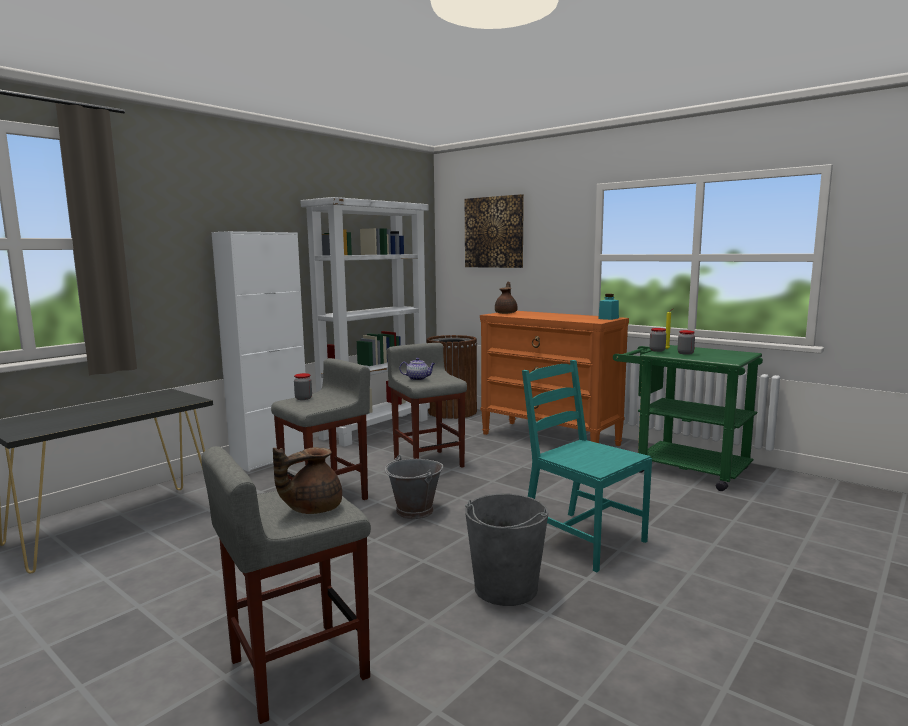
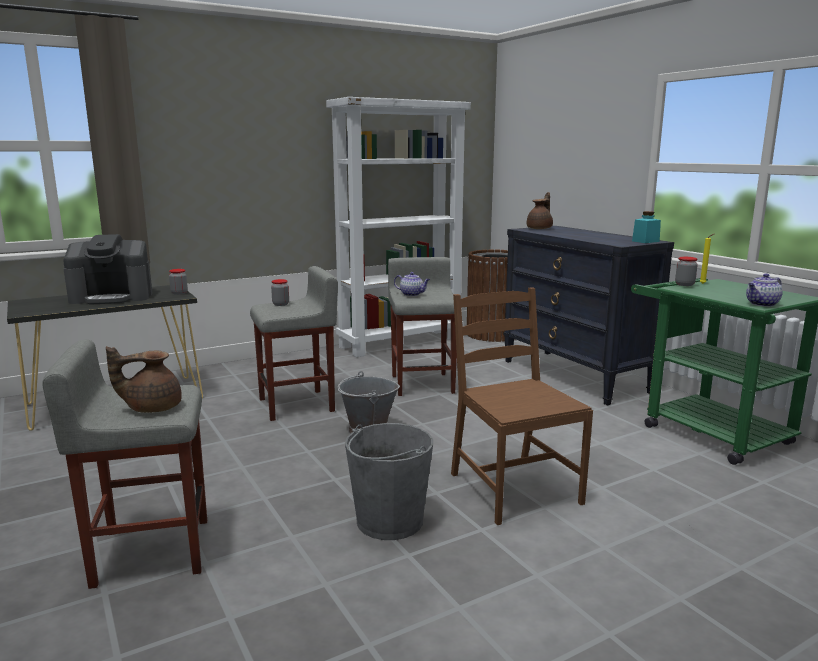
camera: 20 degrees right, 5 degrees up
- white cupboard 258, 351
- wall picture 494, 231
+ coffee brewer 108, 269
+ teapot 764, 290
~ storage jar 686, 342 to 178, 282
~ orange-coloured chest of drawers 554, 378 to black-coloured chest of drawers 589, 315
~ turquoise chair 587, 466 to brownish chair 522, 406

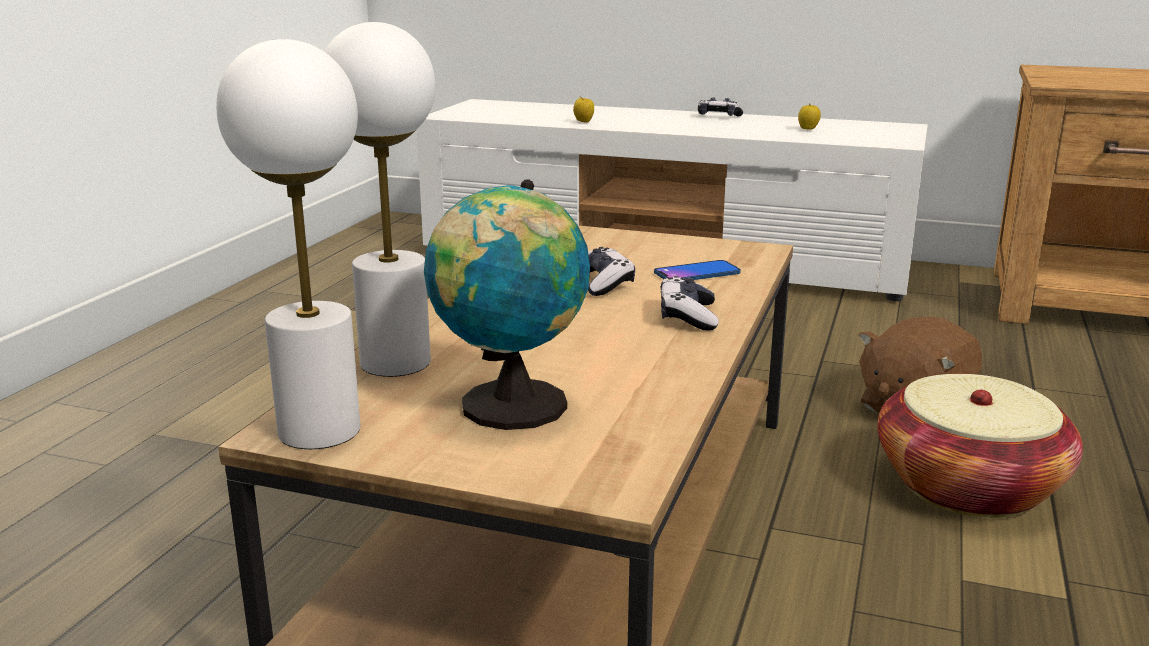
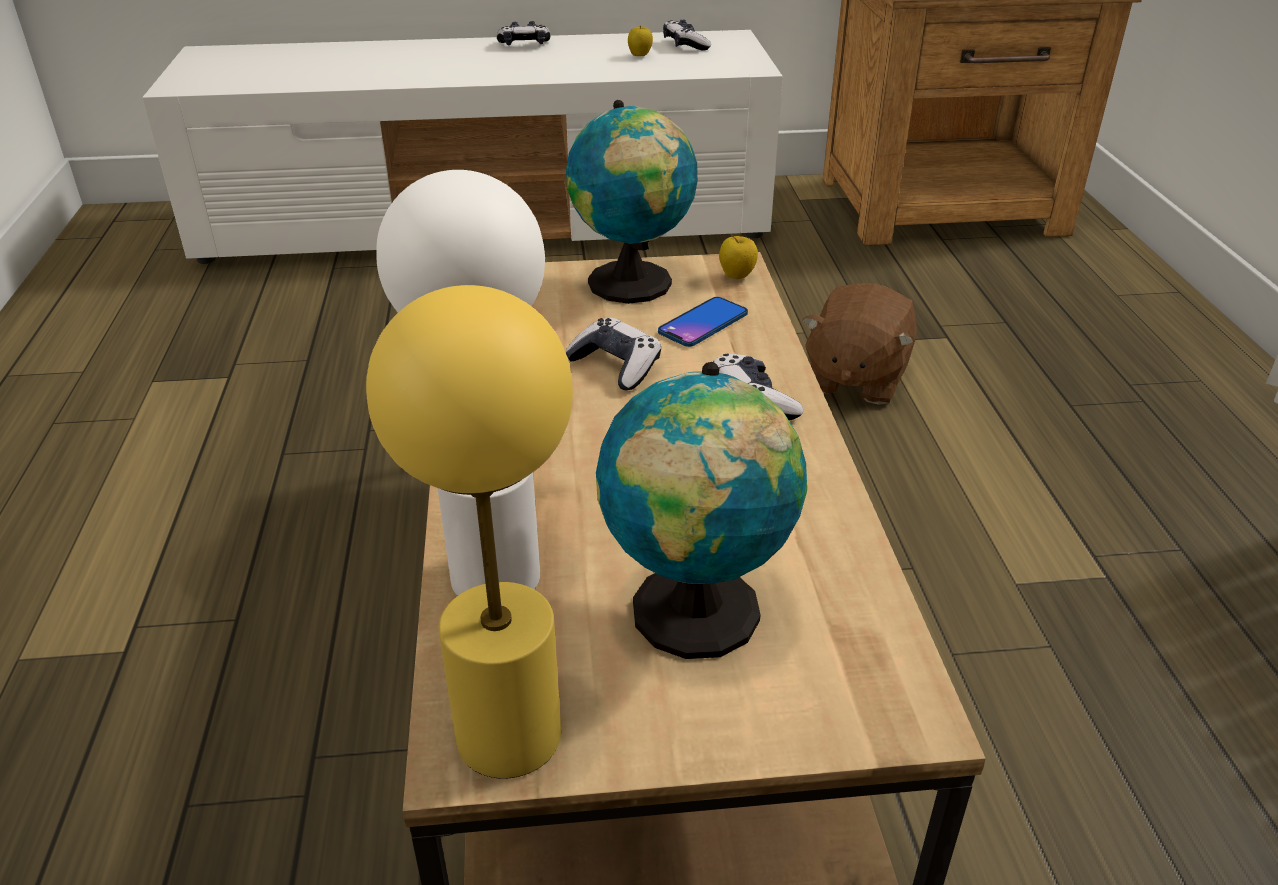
camera: 25 degrees left, 15 degrees up
- household basket 980, 446
+ desk globe 632, 202
+ gamepad 687, 35
~ apple 583, 109 to 738, 256
~ white table lamp 288, 244 to yellow table lamp 469, 532

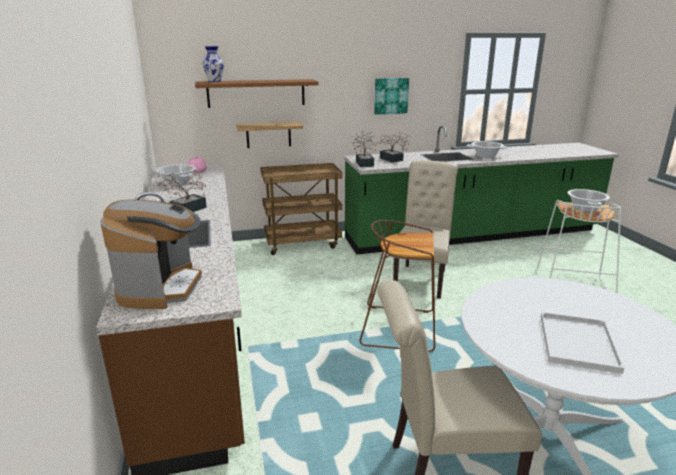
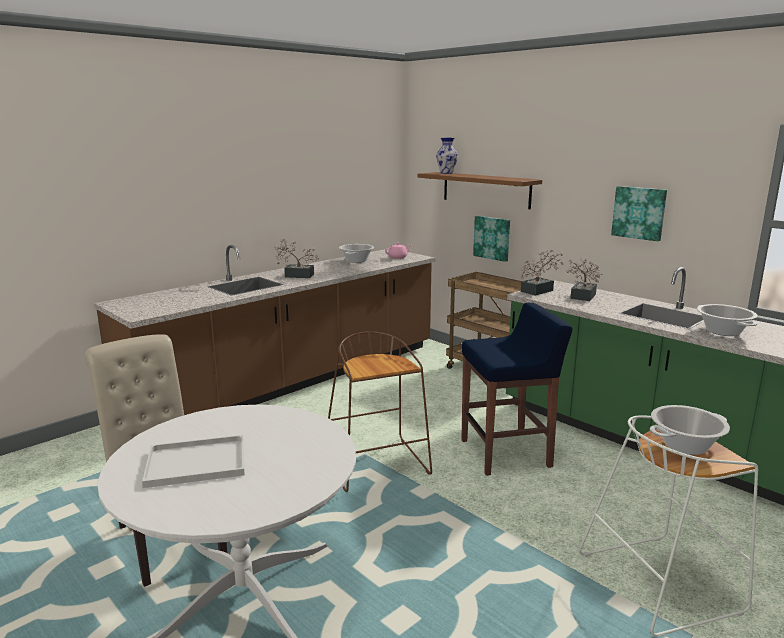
camera: 60 degrees right, 5 degrees down
- coffee brewer 151, 254
~ wall shelf 269, 135 to wall picture 491, 239
~ beige chair 424, 229 to blue stool seat 517, 389

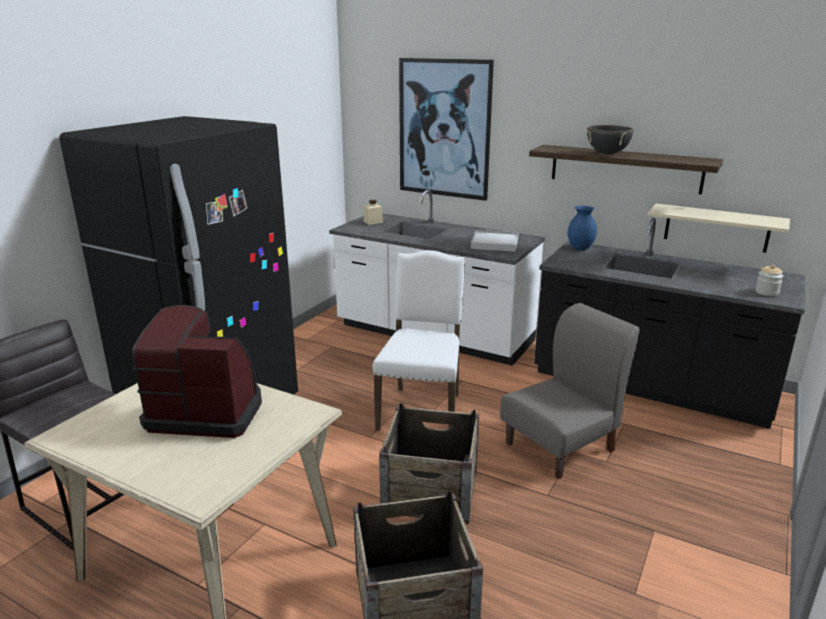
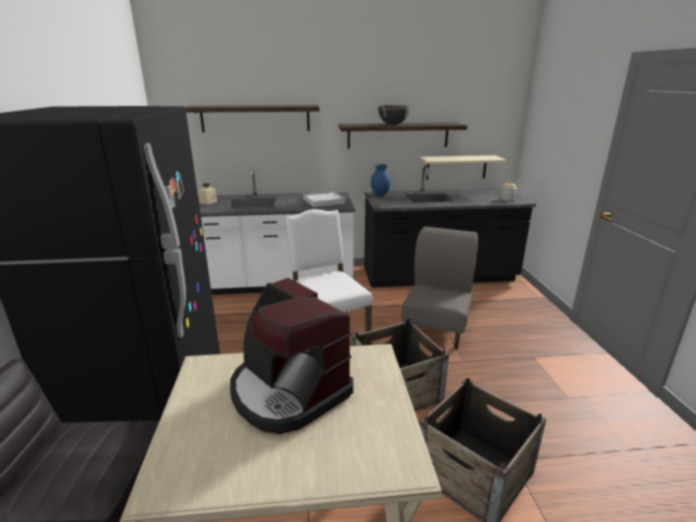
camera: 35 degrees left, 0 degrees up
~ wall picture 446, 129 to wall shelf 252, 118
~ coffee brewer 197, 371 = 291, 356 105 degrees counterclockwise

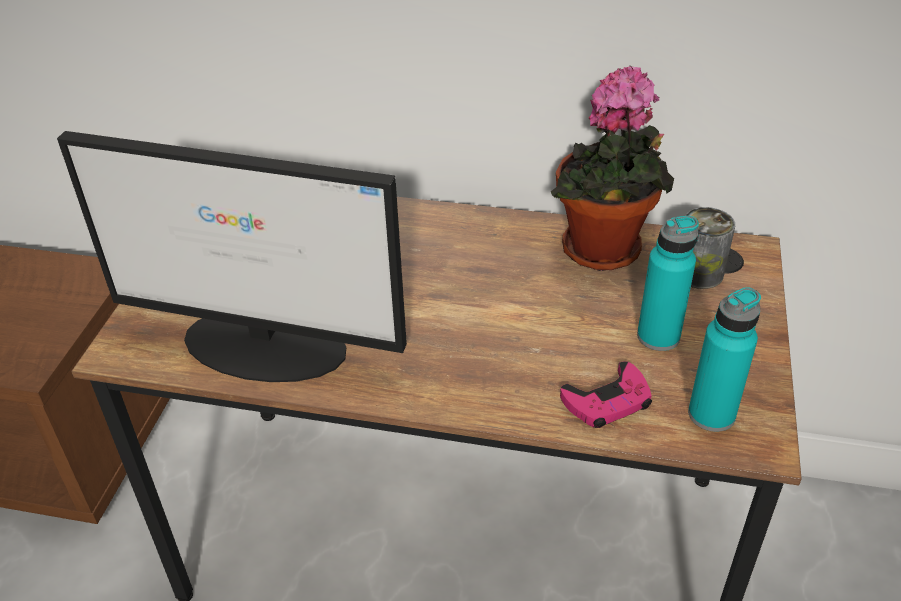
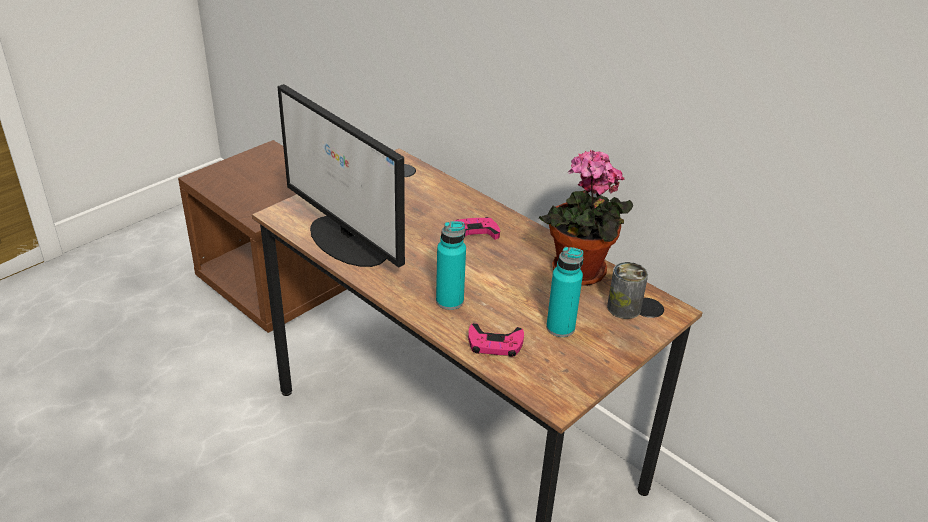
camera: 30 degrees right, 5 degrees down
+ pink-coloured gamepad 477, 228
~ turquoise beverage bottle 724, 359 to 451, 265

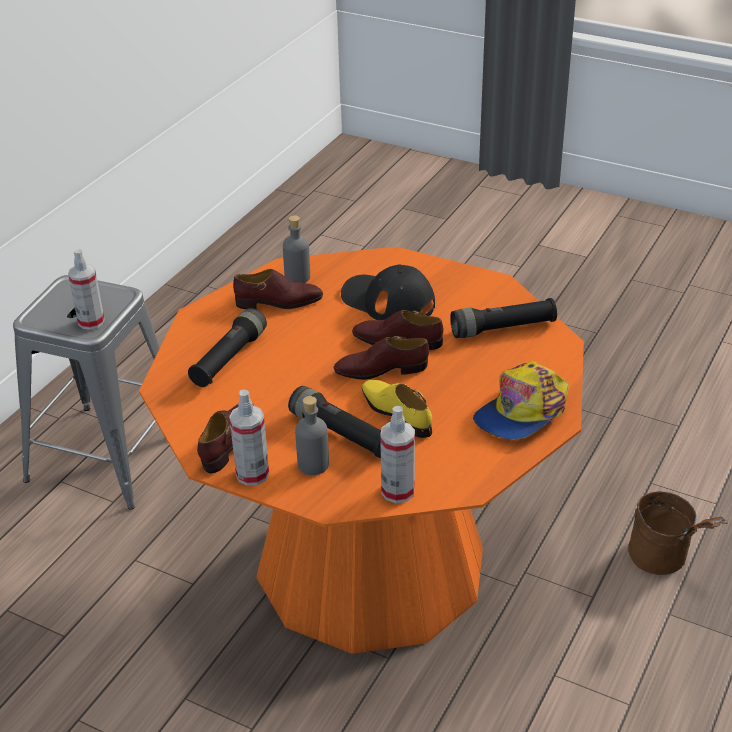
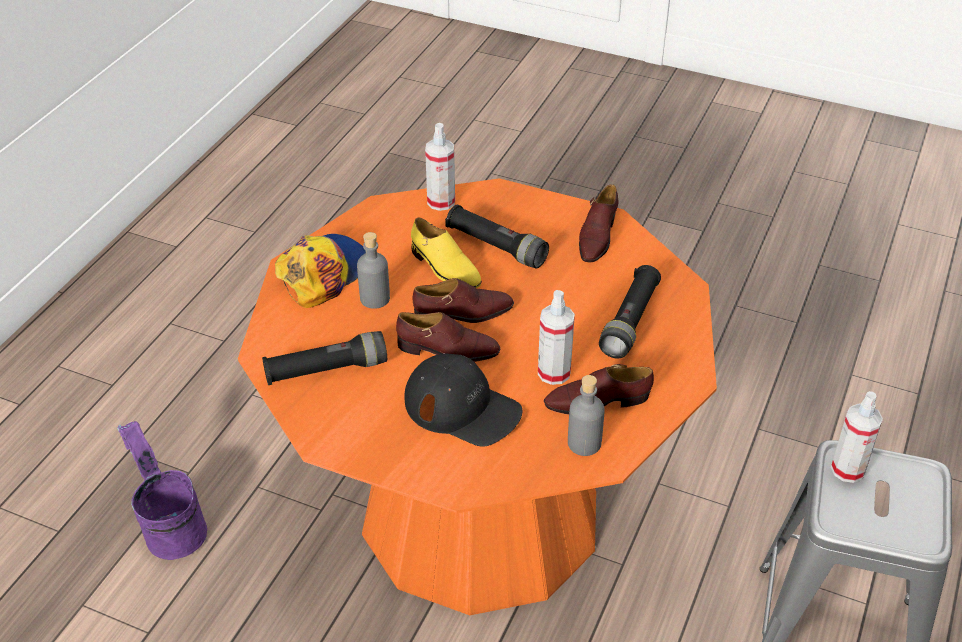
camera: 175 degrees right, 5 degrees up
~ sprayer 249, 438 to 556, 337
~ gray beverage bottle 312, 435 to 373, 270
~ brownish water bucket 678, 533 to purplish water bucket 162, 490

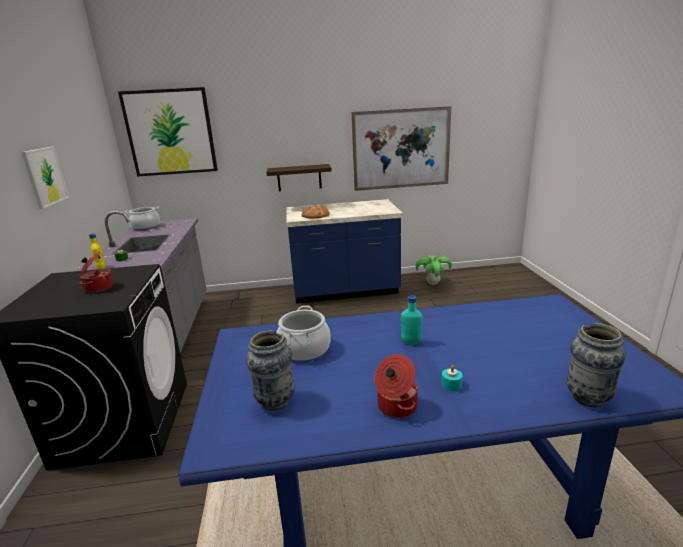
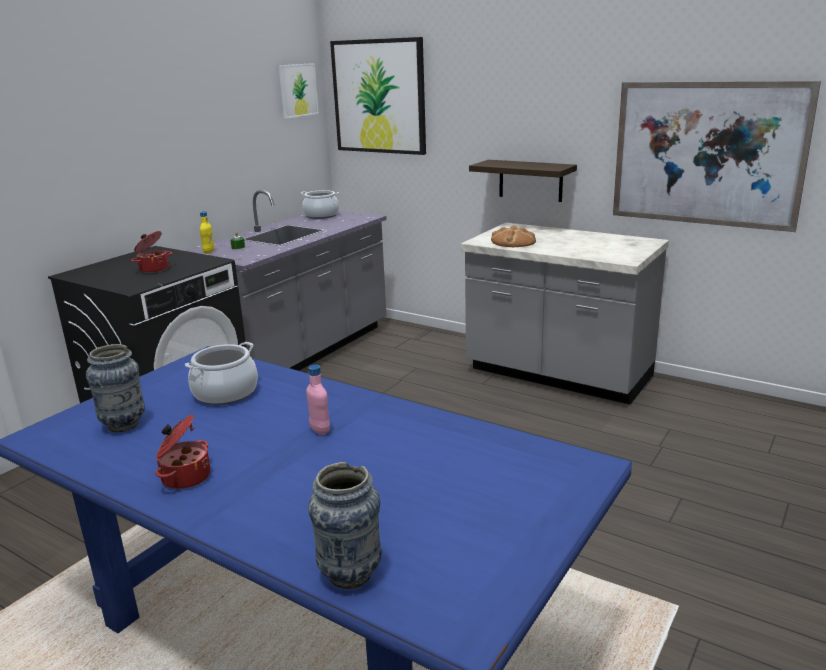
camera: 40 degrees right, 0 degrees up
- houseplant 434, 270
- turquoise candle 452, 378
~ wall picture 45, 178 to 299, 91
~ blue kitchen counter 344, 251 to gray kitchen counter 565, 314
~ turquoise beverage bottle 412, 320 to pink-coloured beverage bottle 318, 400

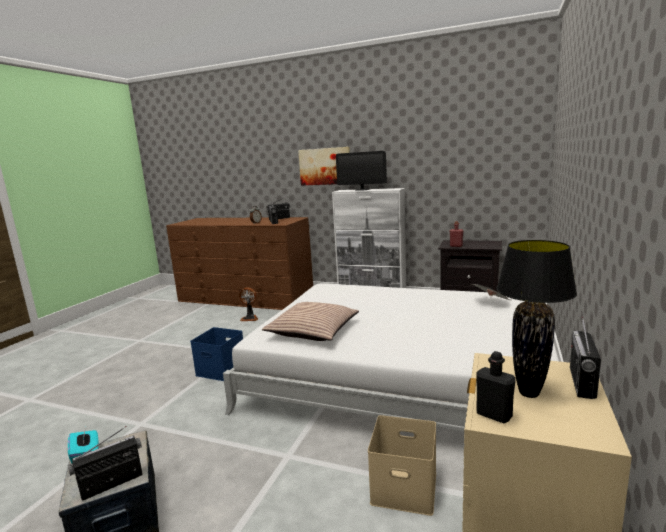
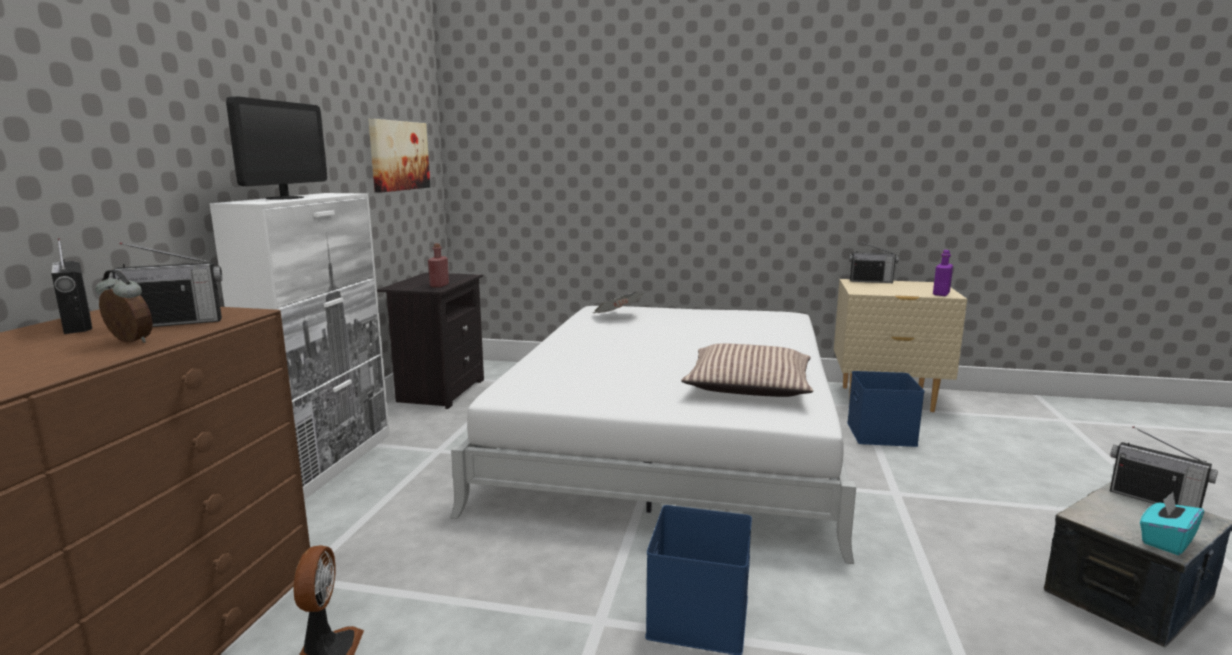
camera: 100 degrees left, 0 degrees up
- black-coloured table lamp 537, 319
~ wall picture 324, 166 to 399, 156
~ beige storage box 402, 465 to blue storage box 886, 409
~ black-coloured beverage bottle 496, 387 to purplish beverage bottle 943, 273

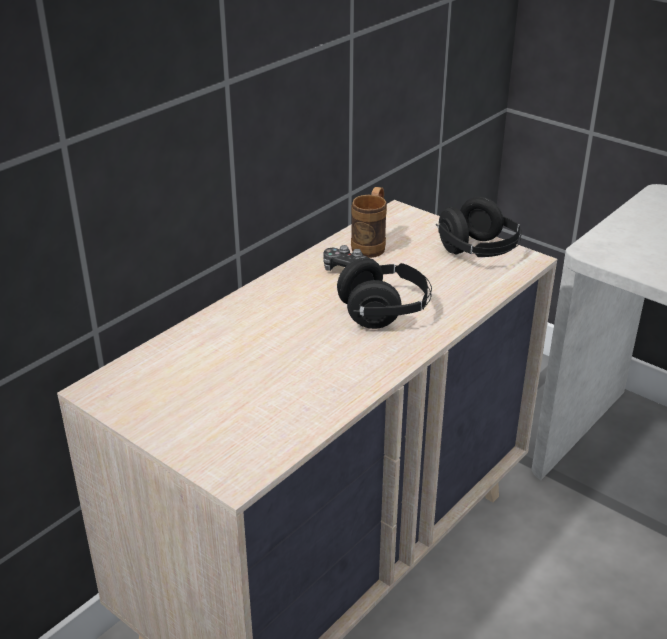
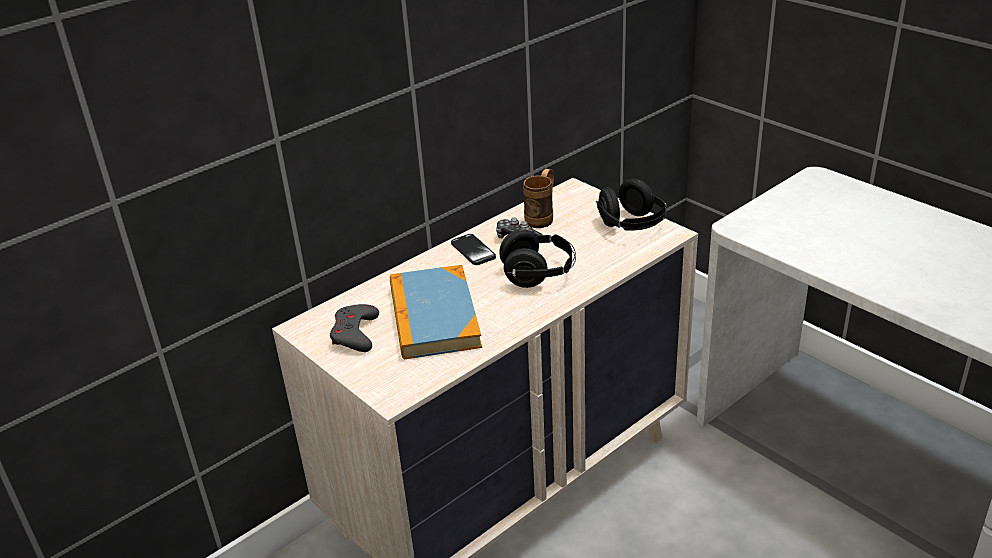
camera: 10 degrees right, 0 degrees up
+ gray gamepad 354, 328
+ bound book 436, 312
+ handset 473, 249

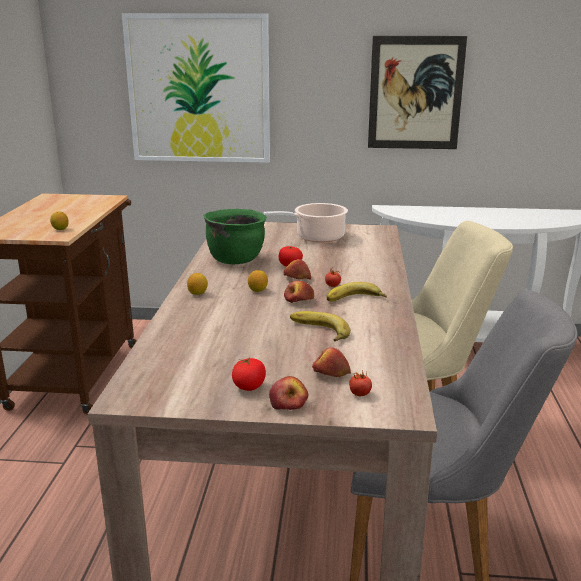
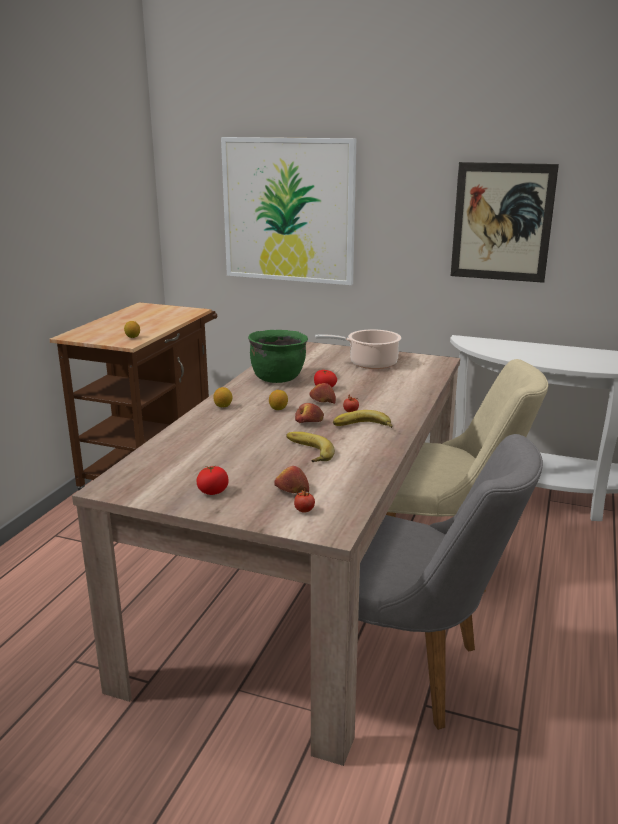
camera: 15 degrees right, 0 degrees up
- apple 289, 393

